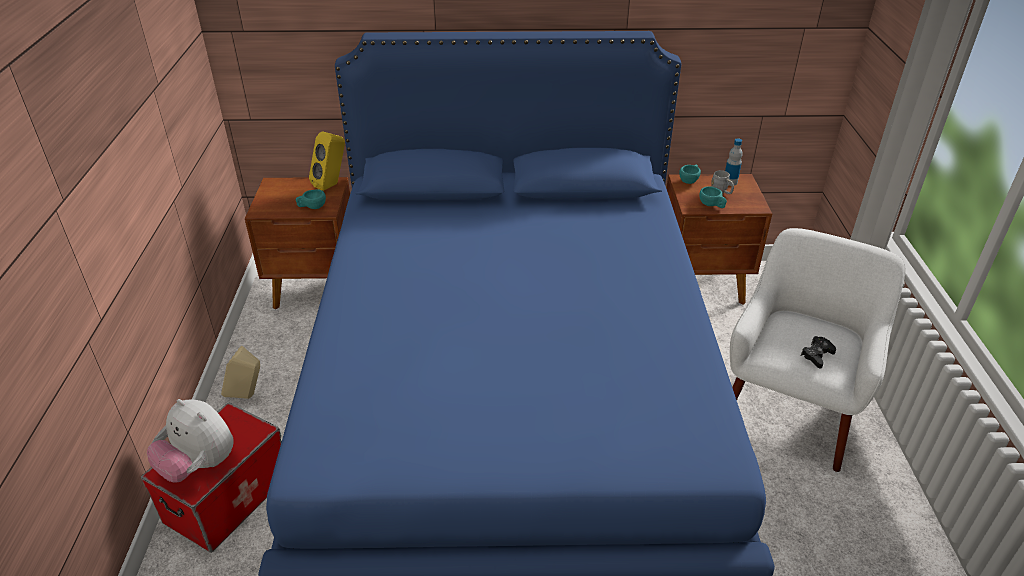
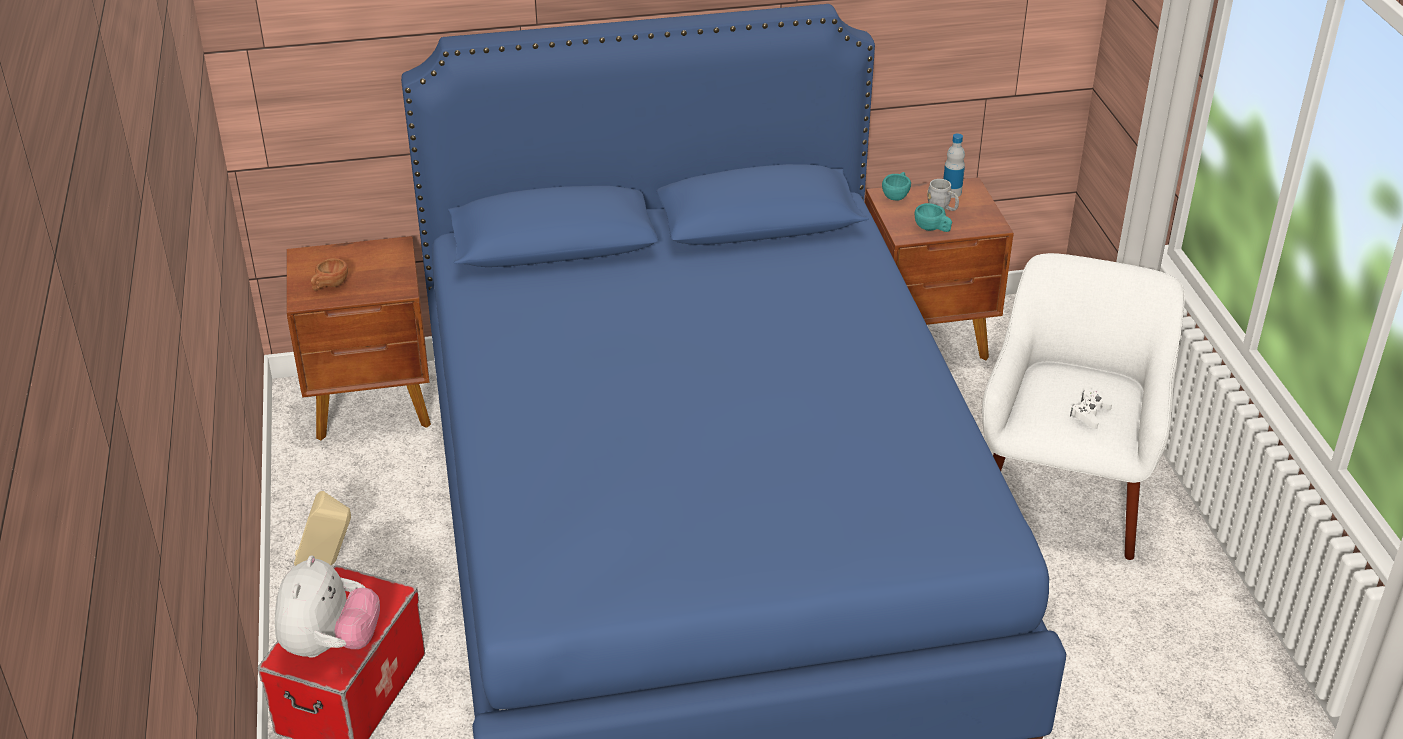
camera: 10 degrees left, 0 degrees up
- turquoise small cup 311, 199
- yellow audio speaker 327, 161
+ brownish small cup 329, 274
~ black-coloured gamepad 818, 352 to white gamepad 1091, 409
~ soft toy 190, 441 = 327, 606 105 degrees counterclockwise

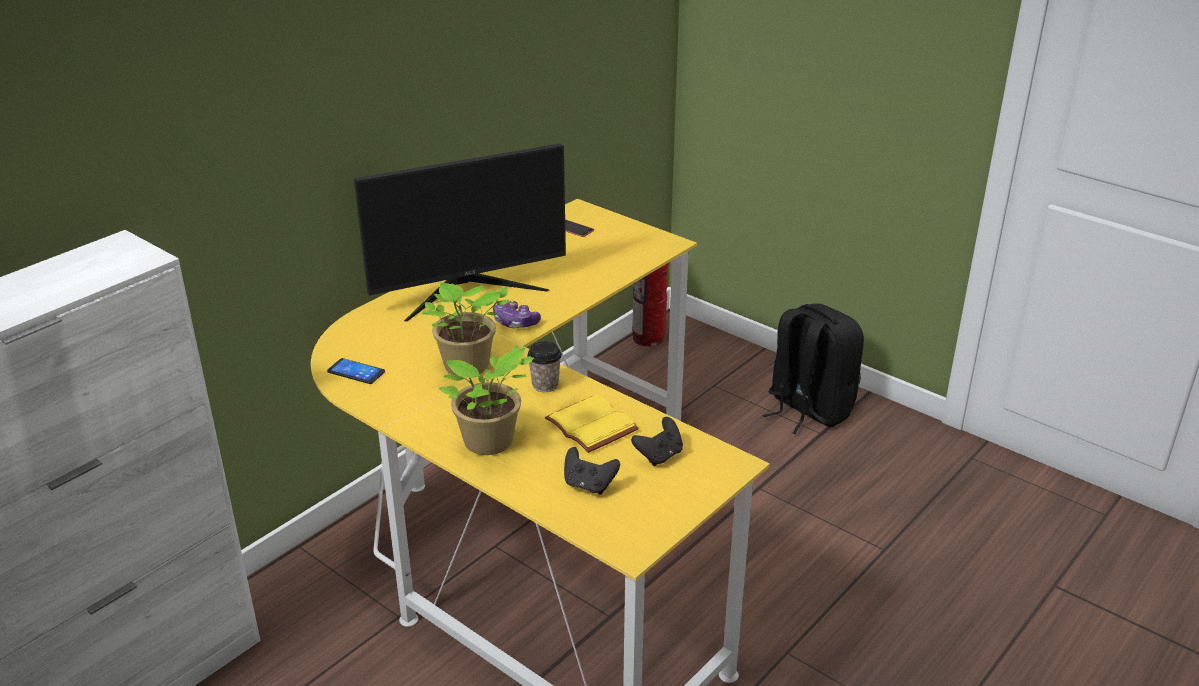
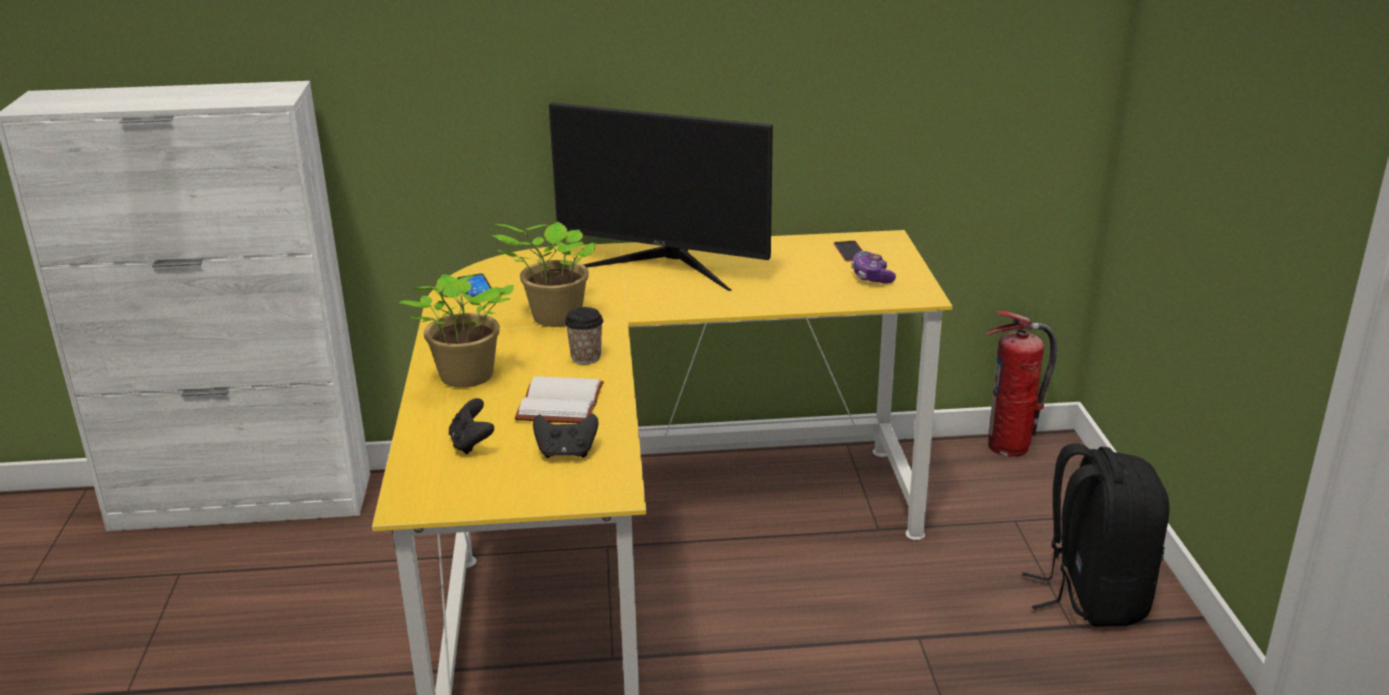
camera: 45 degrees right, 5 degrees down
~ gamepad 517, 314 to 873, 267
~ yellow bound book 592, 423 to white bound book 559, 399

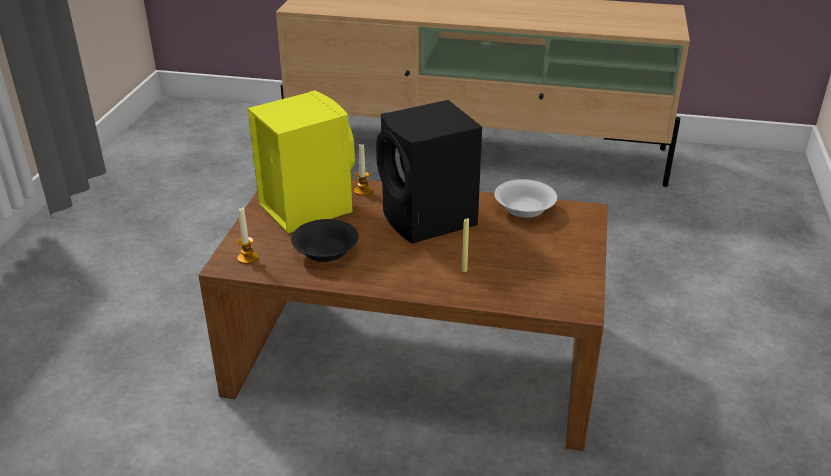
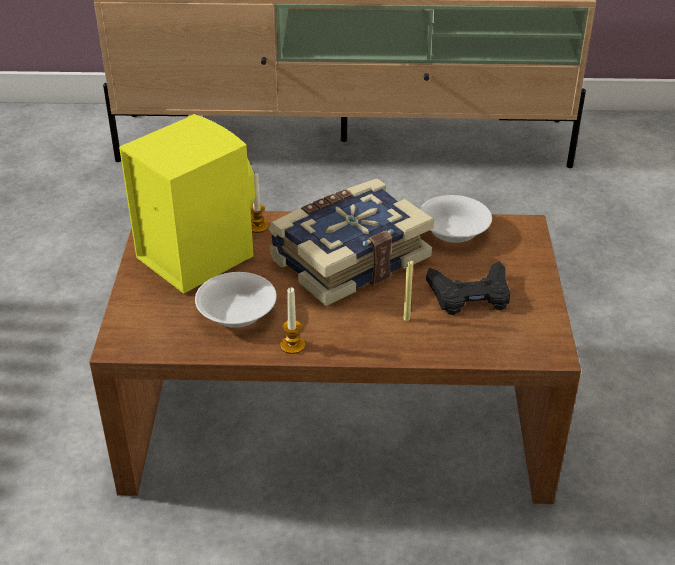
camera: 10 degrees left, 5 degrees up
+ black-coloured gamepad 468, 288
~ candle 247, 235 to 292, 320
~ black-coloured audio speaker 429, 172 to bound book 351, 242
~ black-coloured bowl 325, 240 to white bowl 236, 300

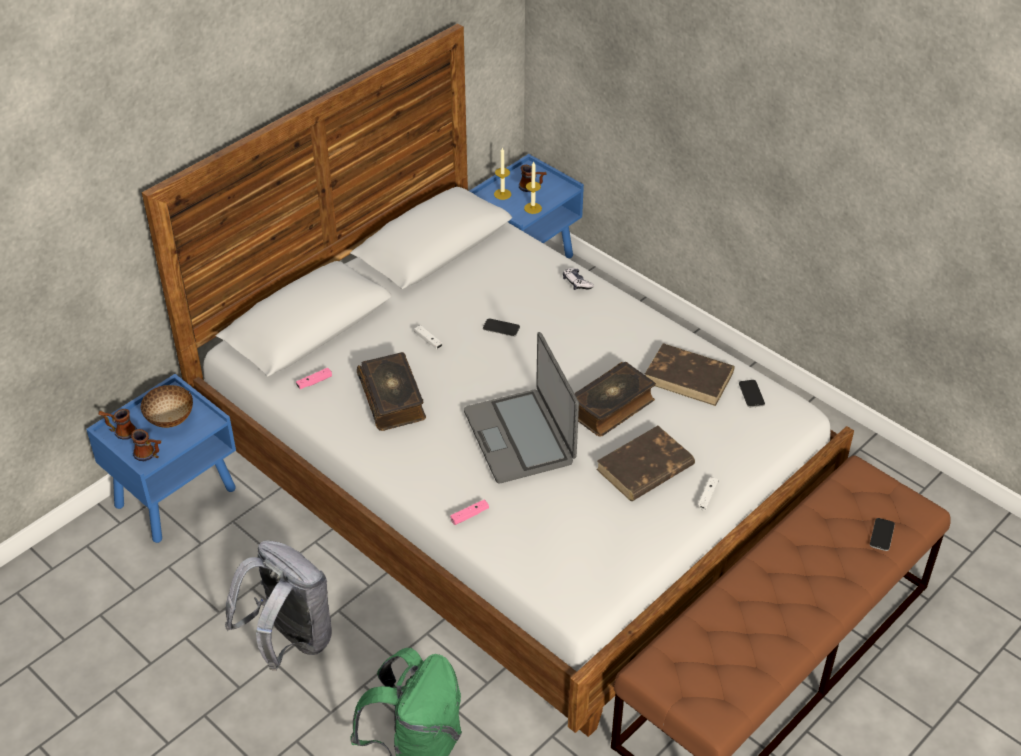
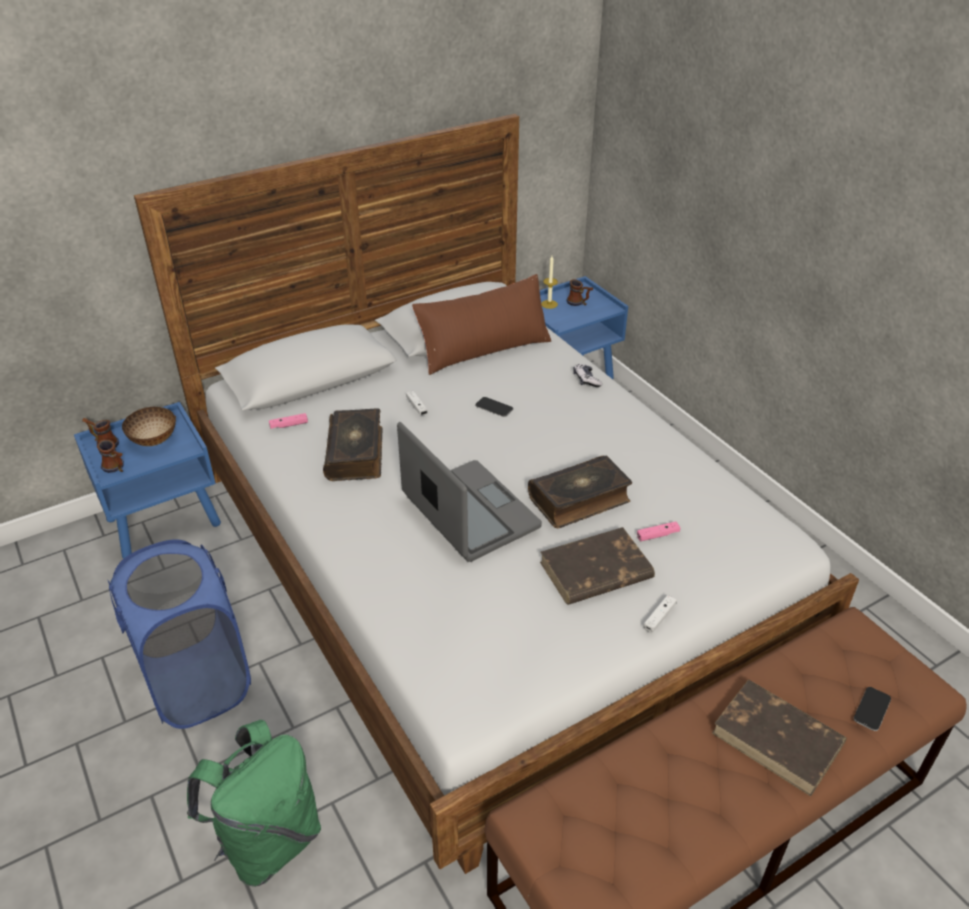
camera: 15 degrees right, 5 degrees down
- candle 533, 188
- handset 752, 394
+ brownish throw pillow 481, 324
~ pink-coloured gamepad 469, 512 to 658, 531
~ brownish bound book 690, 374 to 779, 738
~ gray knapsack 278, 605 to blue washing basket 179, 634
~ laptop 521, 407 = 469, 492 150 degrees clockwise

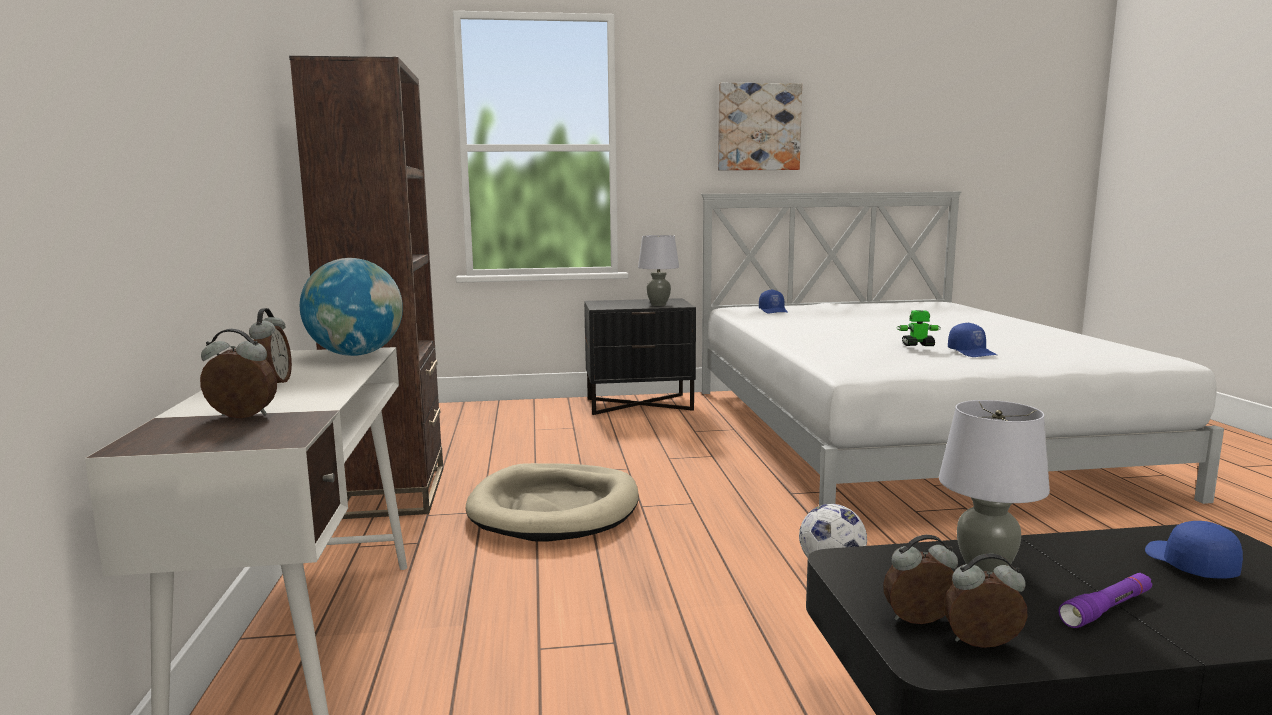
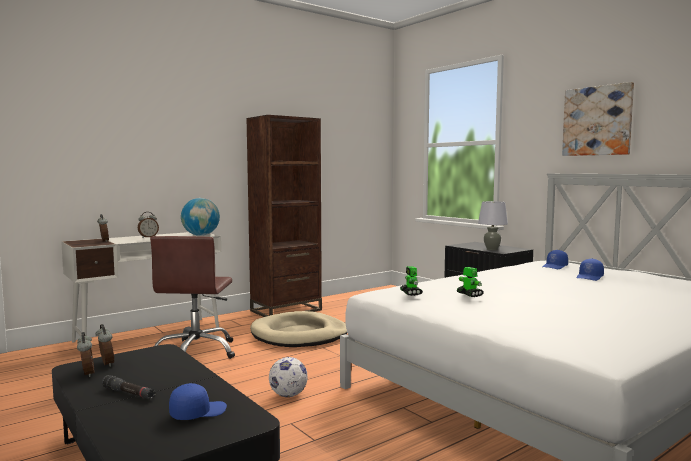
camera: 60 degrees right, 5 degrees down
- gray table lamp 994, 486
+ brownish computer chair 192, 297
+ toy robot 411, 281
~ blue baseball cap 972, 339 to 590, 269
~ purplish hand torch 1105, 600 to black-coloured hand torch 128, 387

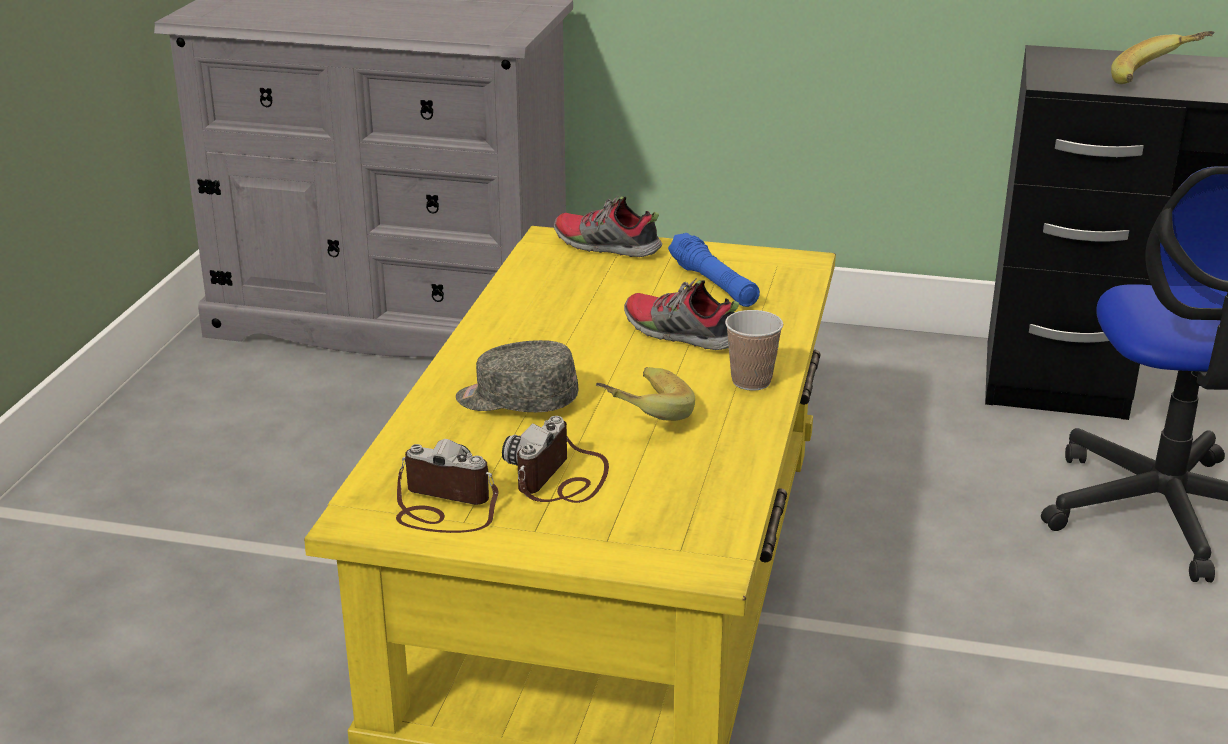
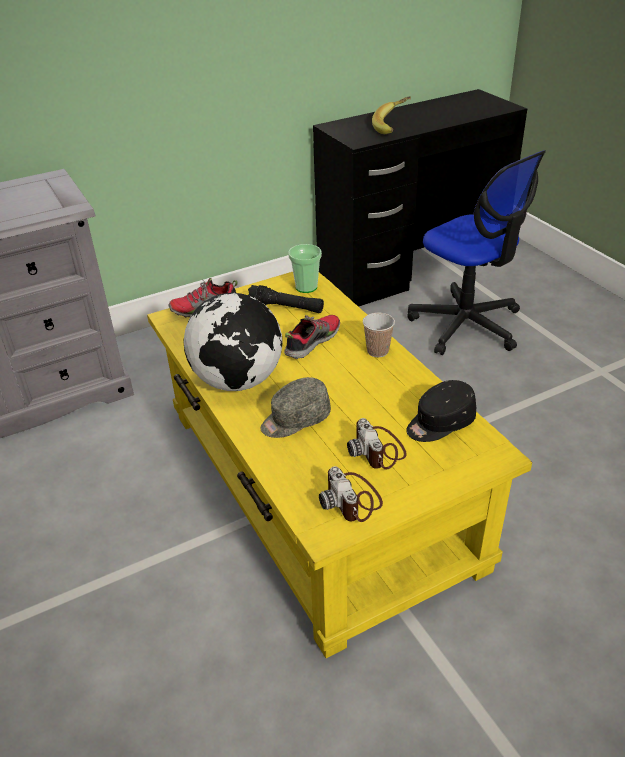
camera: 40 degrees left, 10 degrees up
- banana fruit 645, 394
+ desk globe 233, 342
+ small cup 305, 268
+ black-coloured baseball cap 441, 411
~ blue hand torch 714, 270 to black-coloured hand torch 286, 299
~ photo camera 447, 486 = 351, 494 90 degrees counterclockwise
~ shoe 681, 314 = 312, 337 135 degrees clockwise

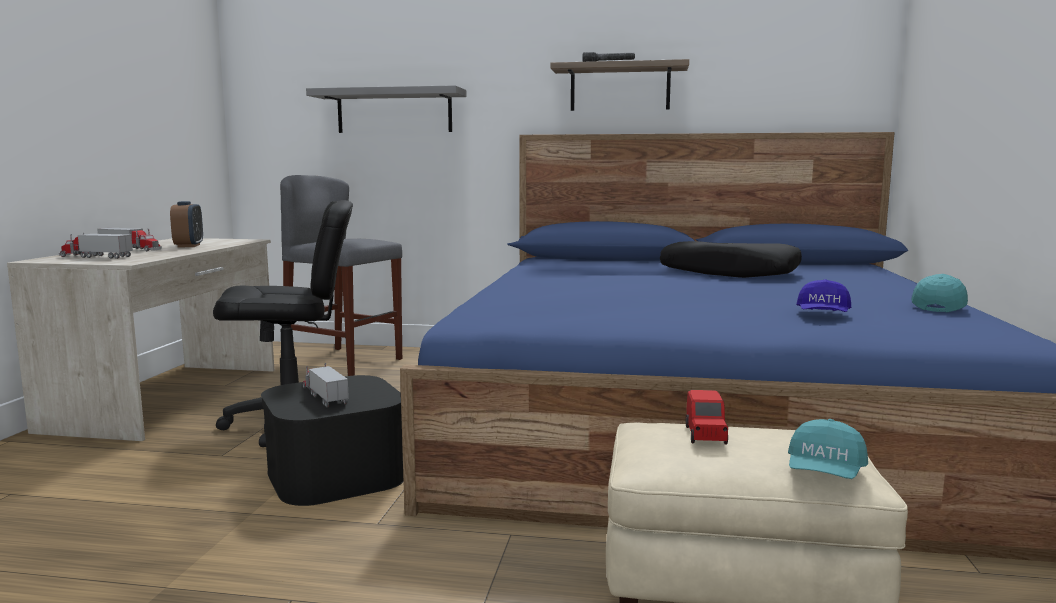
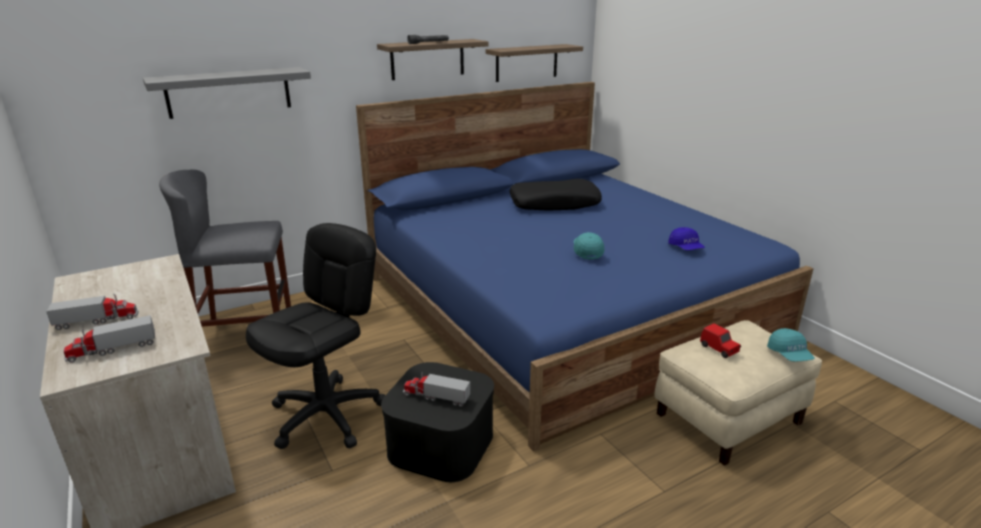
camera: 40 degrees left, 15 degrees up
- alarm clock 186, 224
+ wall shelf 534, 63
~ turquoise baseball cap 939, 293 to 588, 246

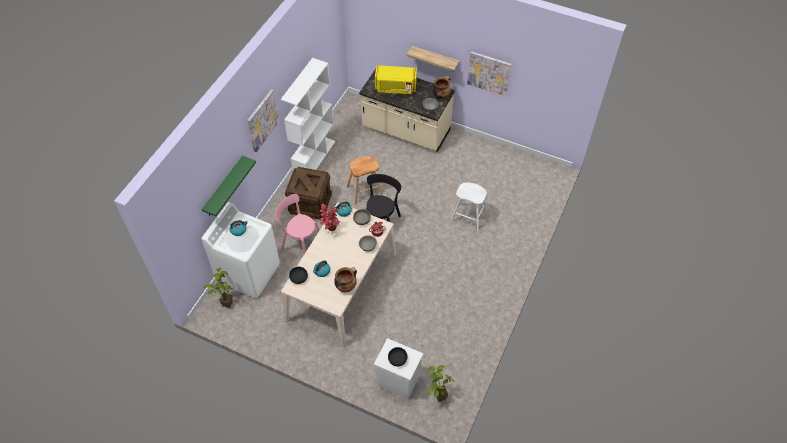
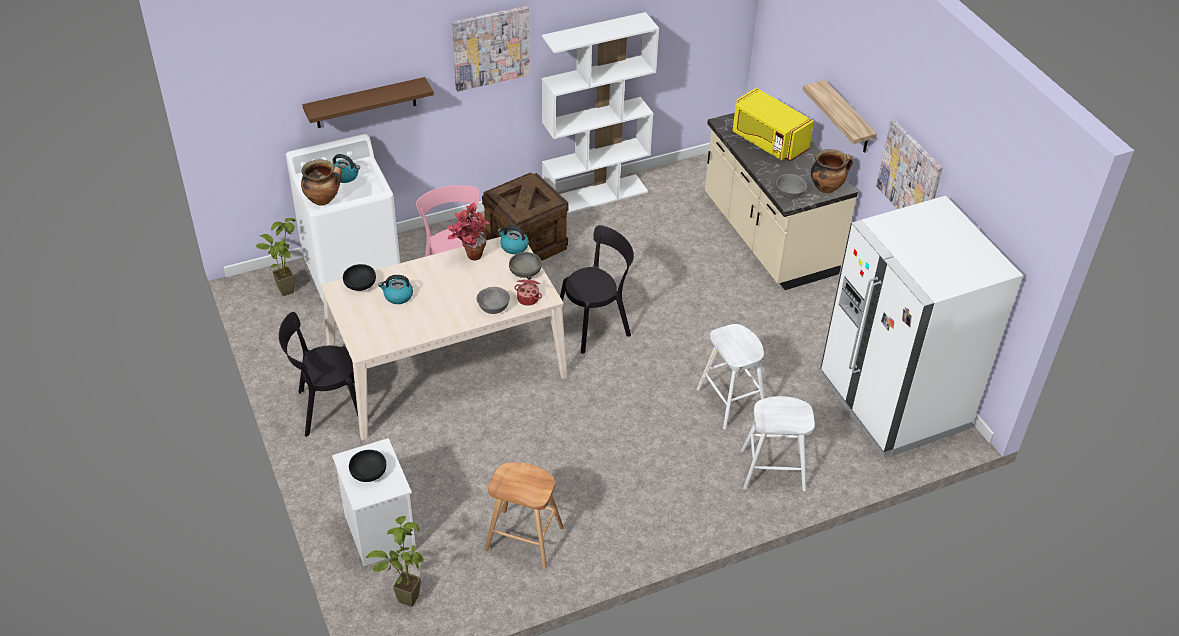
camera: 40 degrees right, 10 degrees down
+ black-coloured chair 318, 374
+ white stool seat 778, 443
+ white kitchen fridge 921, 326
~ saucepot 345, 279 to 321, 183
~ brownish stool seat 365, 180 to 524, 515
~ green-coloured wall shelf 229, 186 to brownish wall shelf 368, 102

